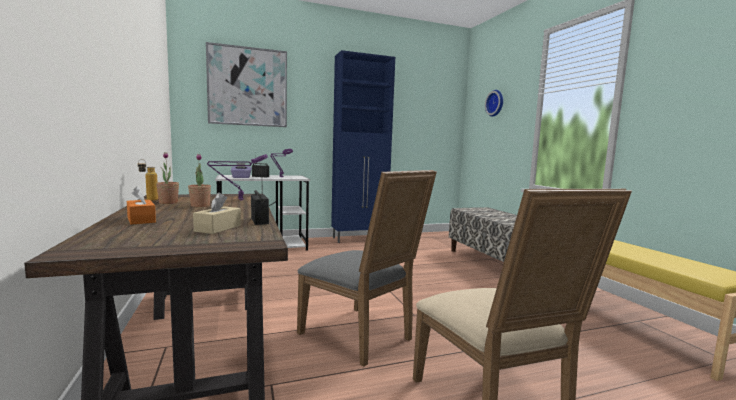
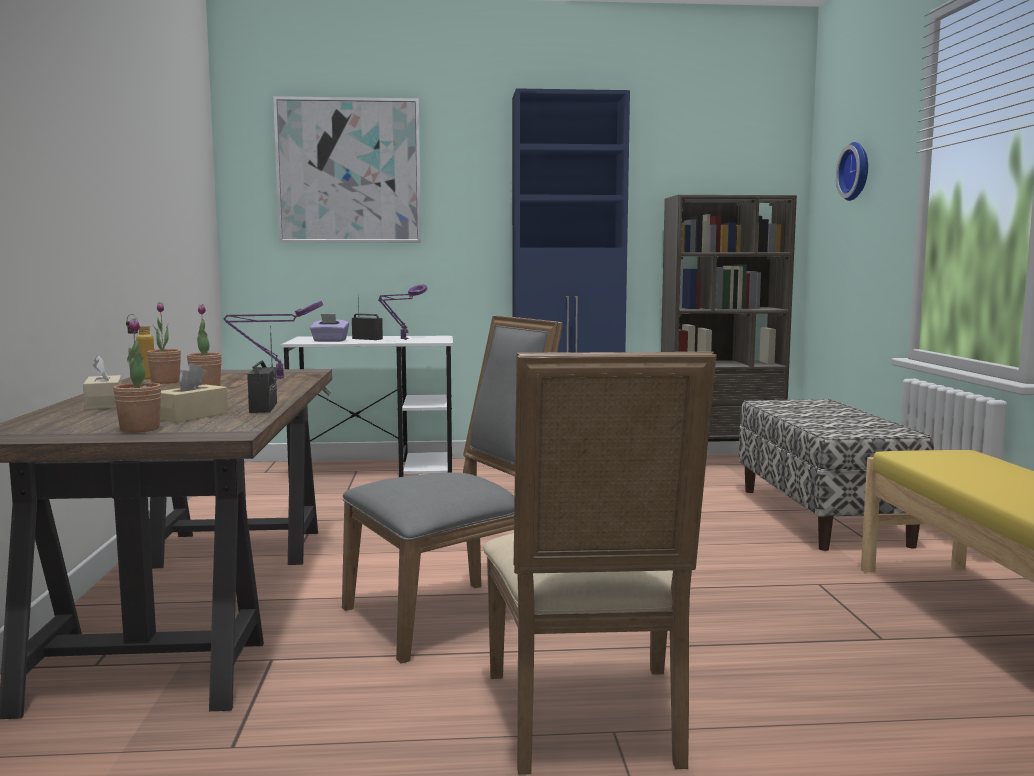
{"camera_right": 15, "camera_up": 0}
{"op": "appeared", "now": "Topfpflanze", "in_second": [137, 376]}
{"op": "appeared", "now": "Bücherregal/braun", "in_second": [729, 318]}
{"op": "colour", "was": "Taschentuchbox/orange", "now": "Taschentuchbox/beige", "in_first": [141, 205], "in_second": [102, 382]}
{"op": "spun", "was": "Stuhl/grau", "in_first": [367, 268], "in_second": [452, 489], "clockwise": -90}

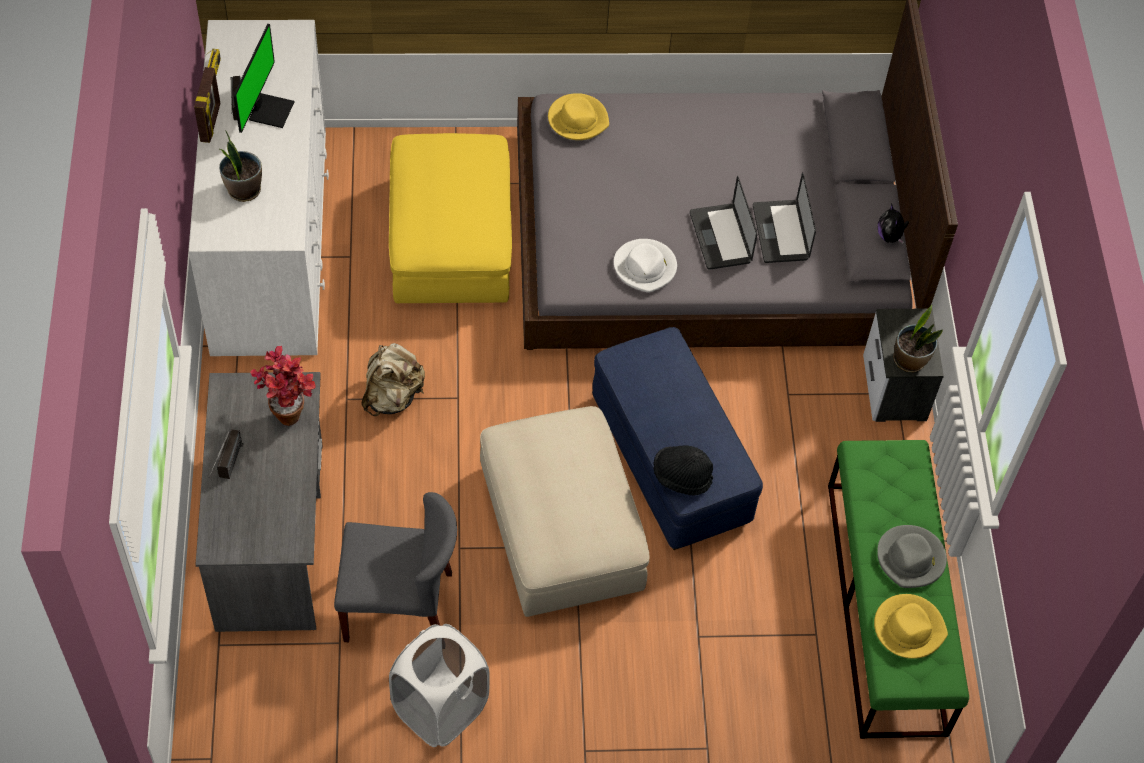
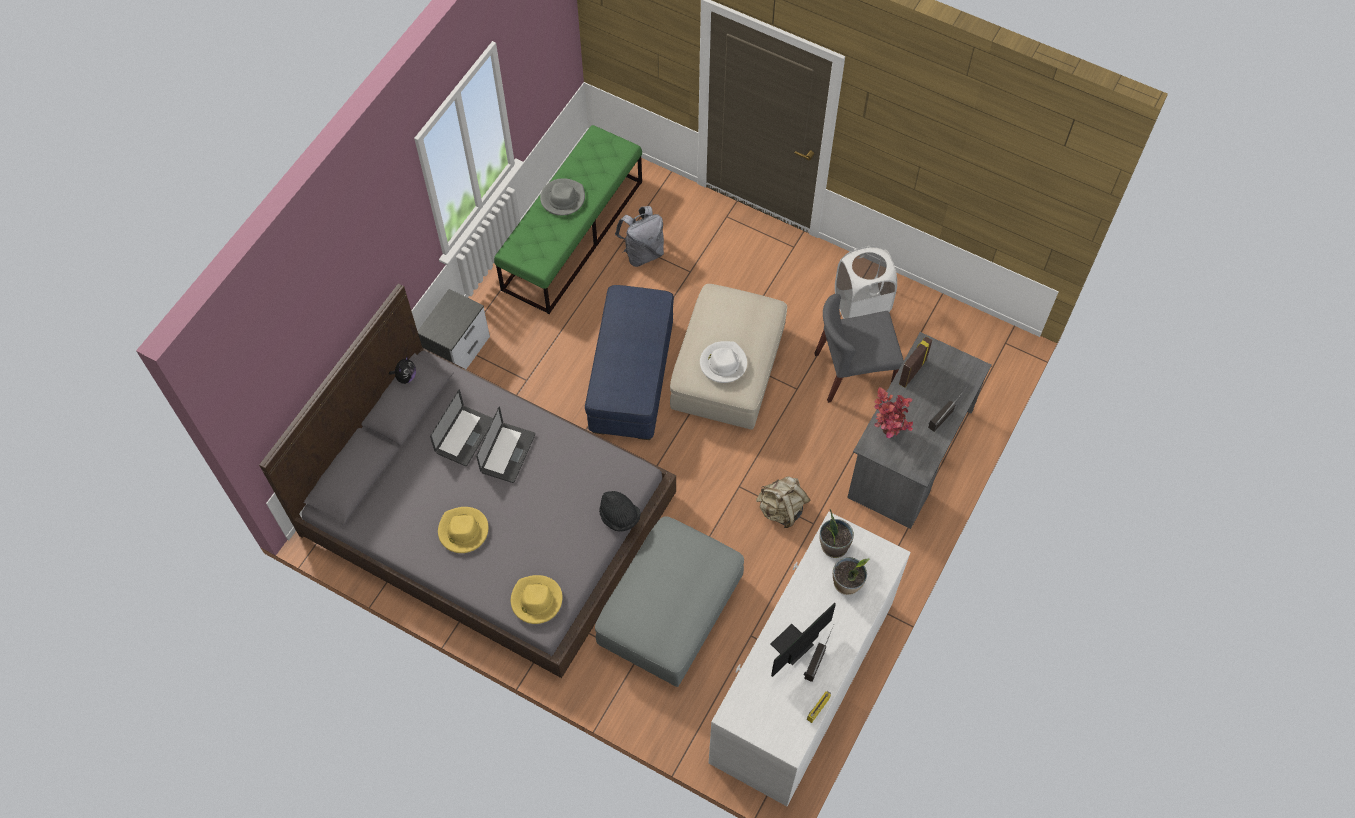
{"camera_right": -145, "camera_up": 5}
{"op": "appeared", "now": "Rucksack/grau", "in_second": [639, 236]}
{"op": "relocated", "was": "Bilderrahmen", "in_first": [207, 105], "in_second": [915, 362]}
{"op": "relocated", "was": "Hut/weiß", "in_first": [645, 266], "in_second": [723, 362]}
{"op": "relocated", "was": "Hut/schwarz", "in_first": [683, 470], "in_second": [619, 511]}
{"op": "relocated", "was": "Hut/gelb", "in_first": [911, 626], "in_second": [463, 530]}
{"op": "relocated", "was": "Topfpflanze", "in_first": [918, 338], "in_second": [836, 533]}
{"op": "colour", "was": "Polsterhocker/gelb", "now": "Polsterhocker/grau", "in_first": [450, 218], "in_second": [669, 601]}
{"op": "spun", "was": "Stuhl/grau", "in_first": [395, 567], "in_second": [859, 348], "clockwise": -45}

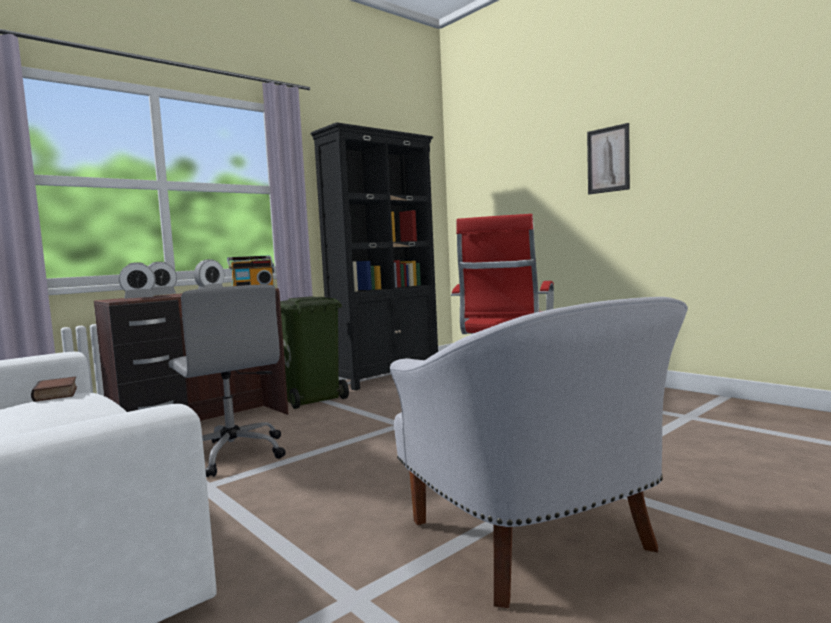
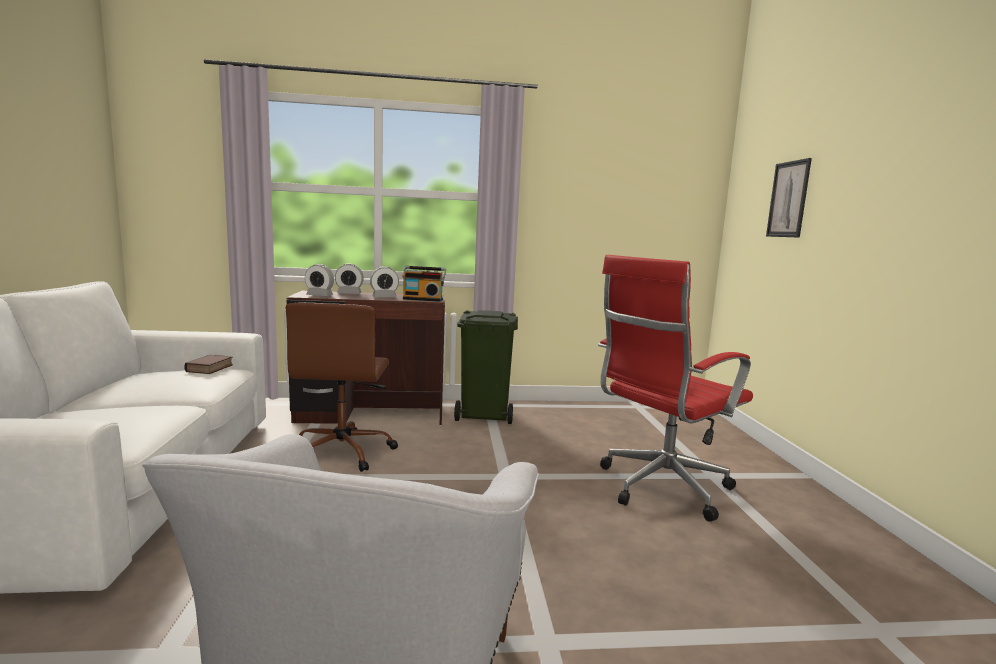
{"camera_right": 35, "camera_up": 5}
{"op": "missing", "was": "Bücherregal/schwarz", "in_first": [374, 256]}
{"op": "relocated", "was": "Bild", "in_first": [608, 158], "in_second": [789, 198]}
{"op": "colour", "was": "Bürostuhl/grau", "now": "Bürostuhl/braun", "in_first": [227, 380], "in_second": [342, 387]}

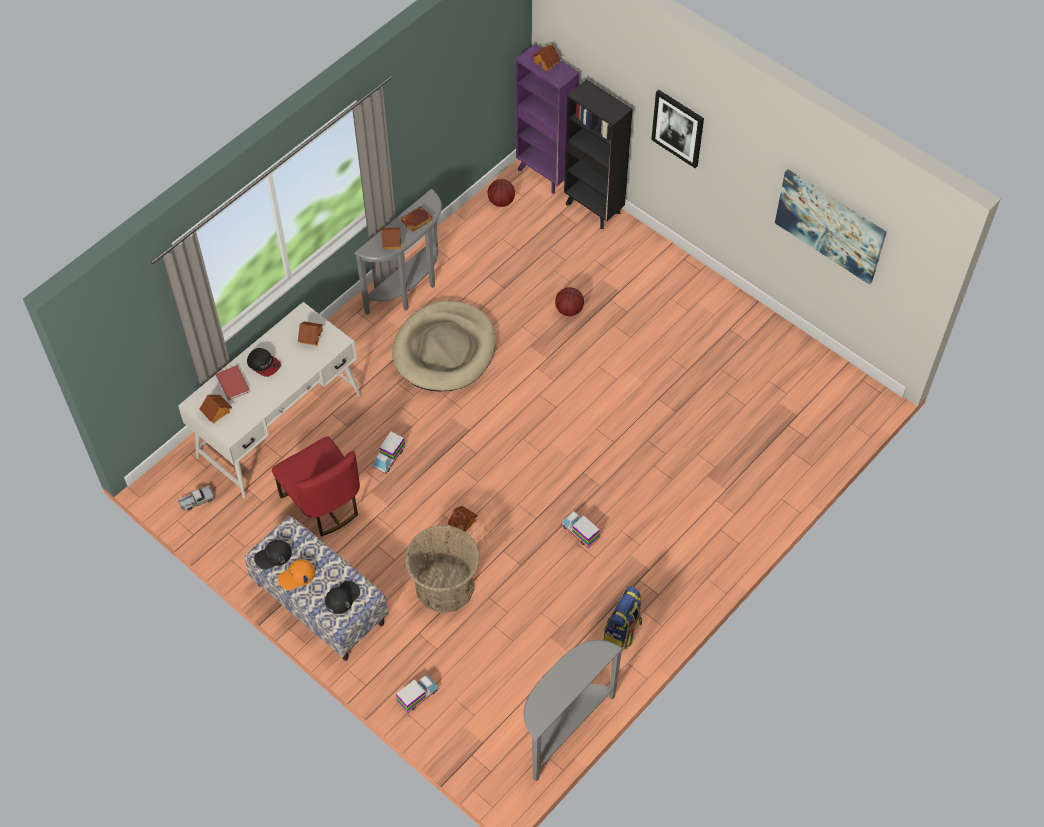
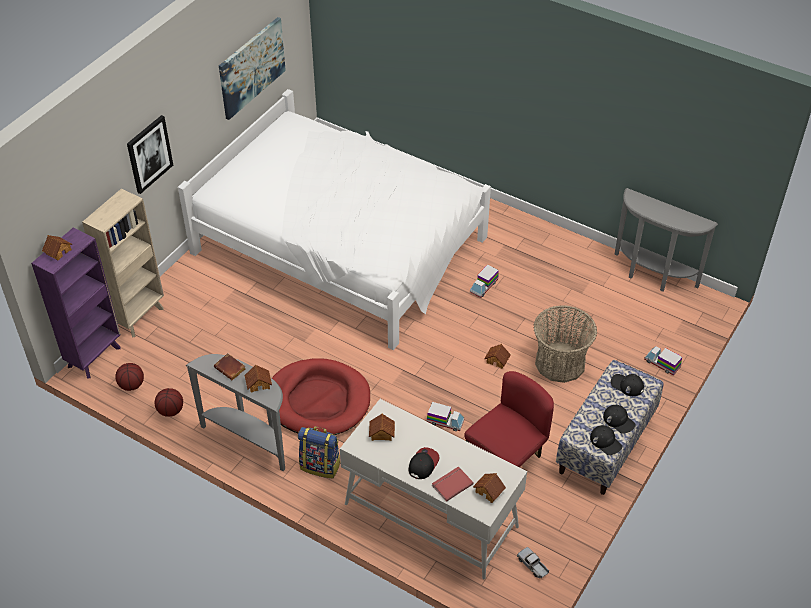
{"camera_right": -100, "camera_up": -10}
{"op": "appeared", "now": "Bett/weiß", "in_second": [334, 219]}
{"op": "relocated", "was": "Basketball", "in_first": [569, 301], "in_second": [169, 402]}
{"op": "relocated", "was": "Rucksack", "in_first": [623, 618], "in_second": [319, 452]}
{"op": "colour", "was": "Kappe/orange", "now": "Kappe/schwarz", "in_first": [296, 575], "in_second": [619, 419]}
{"op": "colour", "was": "Hundebett/beige", "now": "Hundebett/rot", "in_first": [444, 346], "in_second": [321, 396]}
{"op": "colour", "was": "Bücherregal/schwarz", "now": "Bücherregal/beige", "in_first": [598, 154], "in_second": [123, 263]}

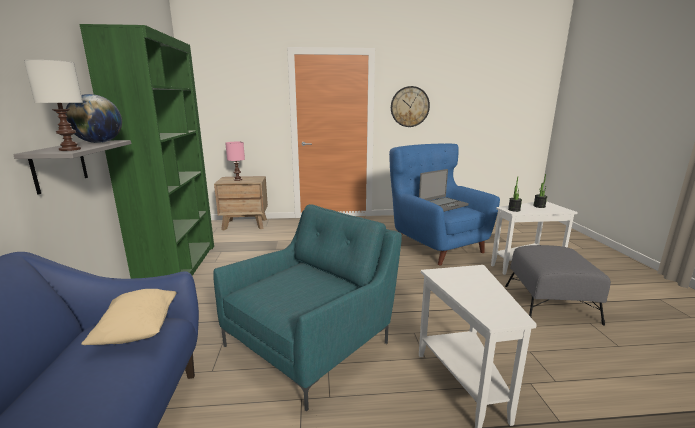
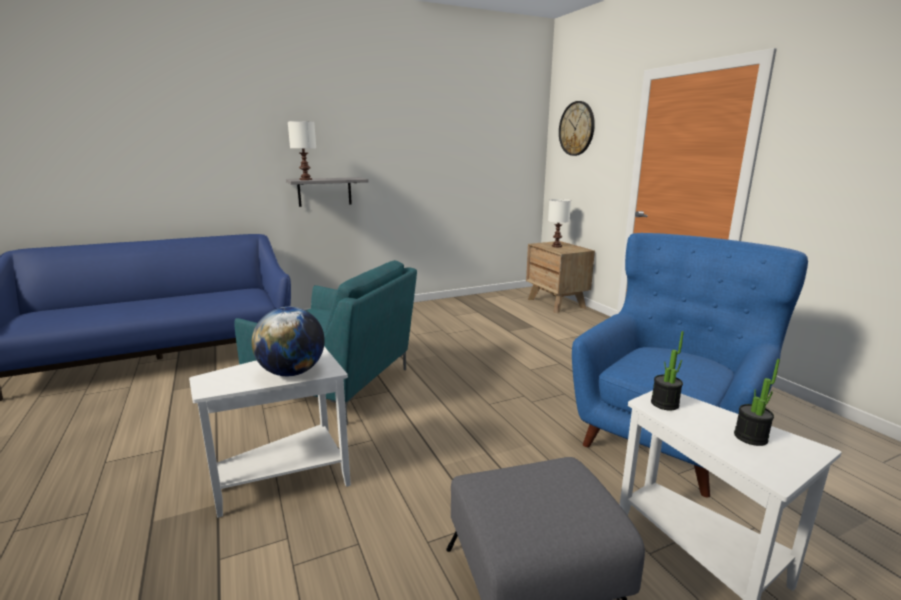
{"camera_right": 70, "camera_up": 0}
{"op": "missing", "was": "Bücherregal/grün", "in_first": [146, 151]}
{"op": "missing", "was": "Kissen/beige", "in_first": [129, 317]}
{"op": "missing", "was": "Laptop", "in_first": [444, 190]}
{"op": "relocated", "was": "Globus", "in_first": [94, 118], "in_second": [288, 341]}
{"op": "relocated", "was": "Wanduhr", "in_first": [410, 106], "in_second": [577, 128]}
{"op": "colour", "was": "Tischlampe/rosa", "now": "Tischlampe/weiß", "in_first": [235, 161], "in_second": [559, 223]}

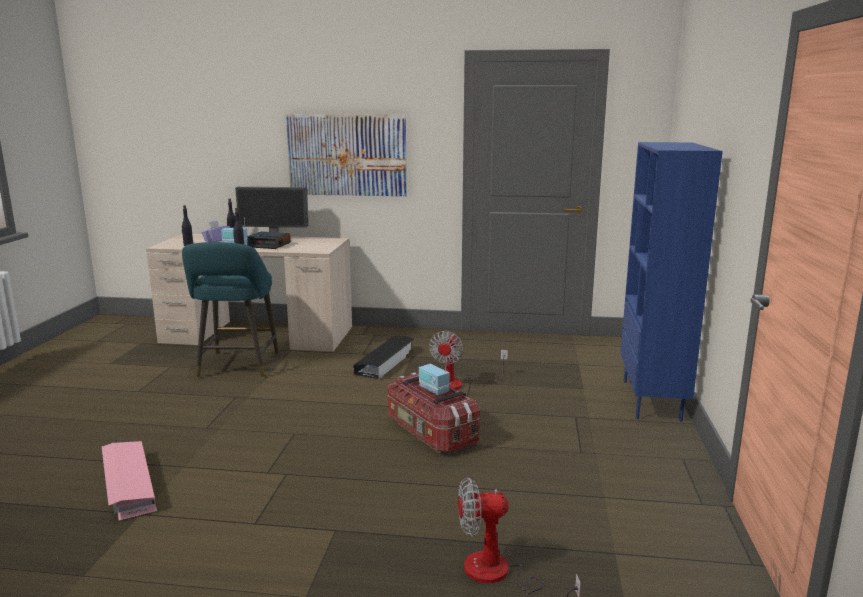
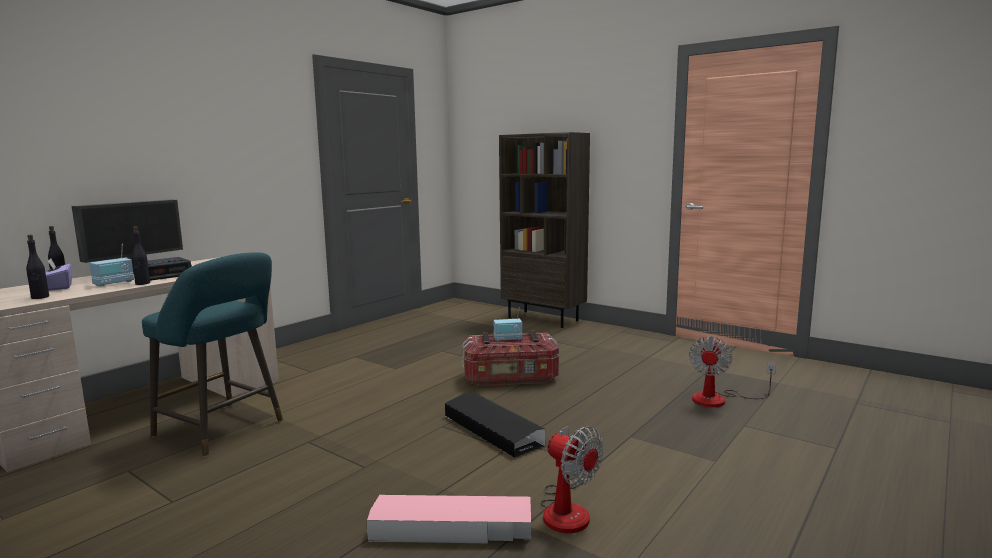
{"camera_right": -60, "camera_up": -5}
{"op": "missing", "was": "Bild", "in_first": [346, 155]}
{"op": "relocated", "was": "Aufbewahrungsbox/schwarz", "in_first": [383, 358], "in_second": [495, 425]}
{"op": "relocated", "was": "Ventilator", "in_first": [468, 360], "in_second": [572, 479]}
{"op": "colour", "was": "Bücherregal/blau", "now": "Bücherregal/braun", "in_first": [672, 282], "in_second": [544, 230]}

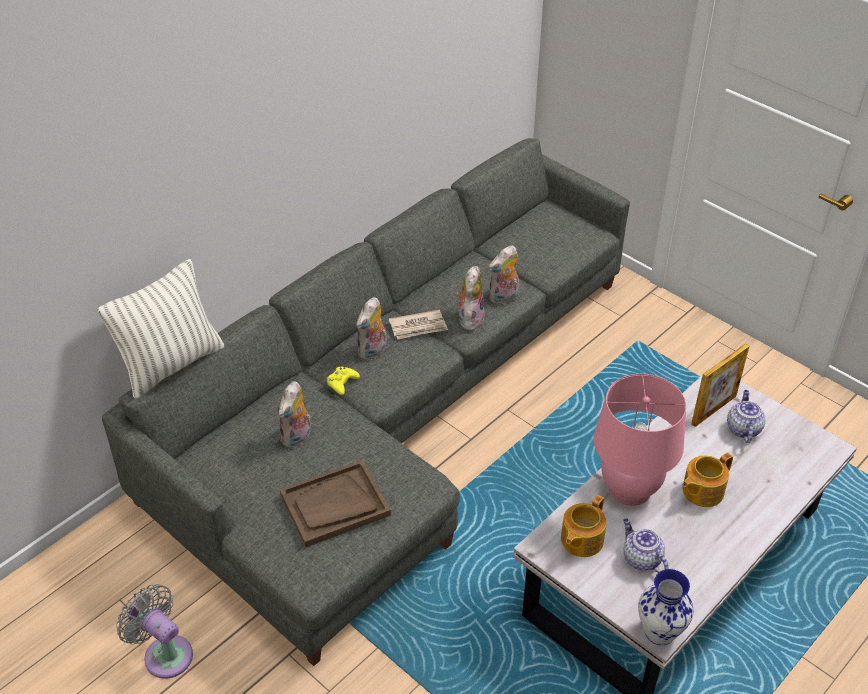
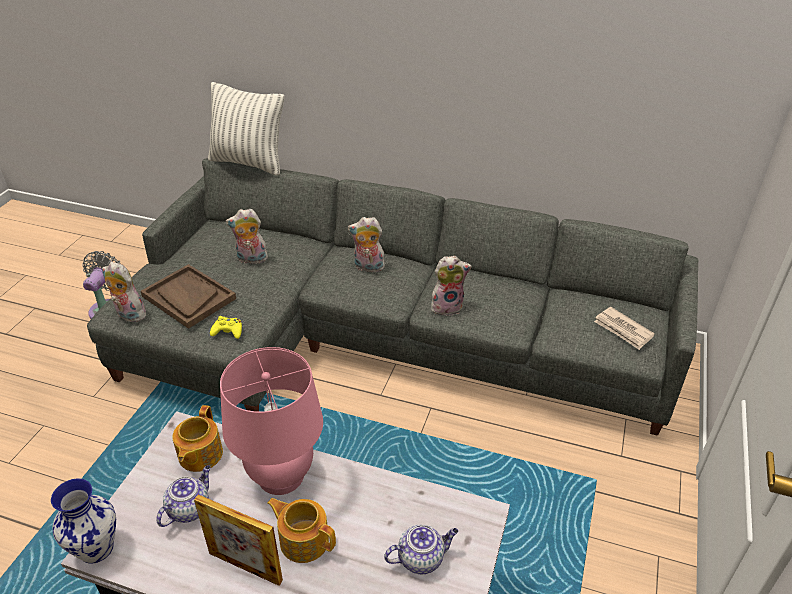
{"camera_right": 65, "camera_up": -5}
{"op": "relocated", "was": "Gamepad/gelb", "in_first": [343, 380], "in_second": [226, 327]}
{"op": "relocated", "was": "Zeitung", "in_first": [418, 324], "in_second": [624, 328]}
{"op": "relocated", "was": "Plüschtier", "in_first": [503, 275], "in_second": [124, 292]}
{"op": "relocated", "was": "Bilderrahmen", "in_first": [720, 385], "in_second": [238, 540]}
{"op": "spun", "was": "Teekanne", "in_first": [584, 526], "in_second": [197, 438], "clockwise": -90}

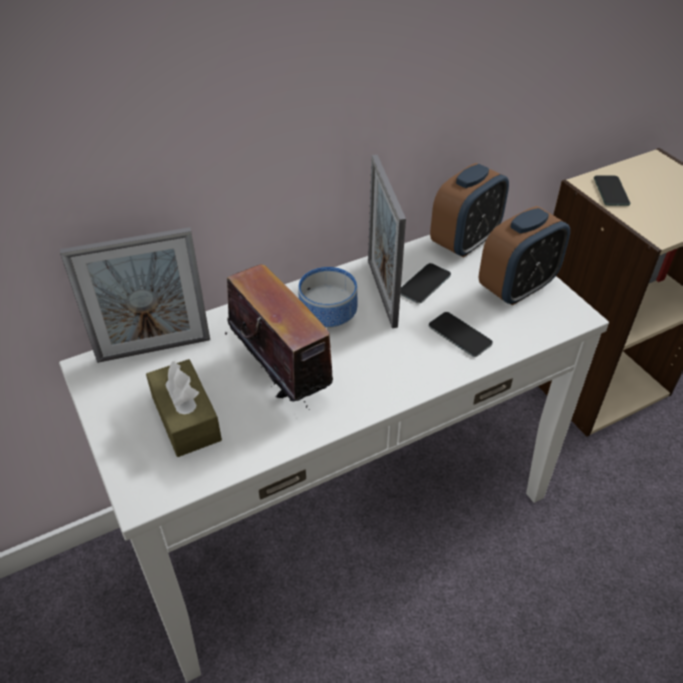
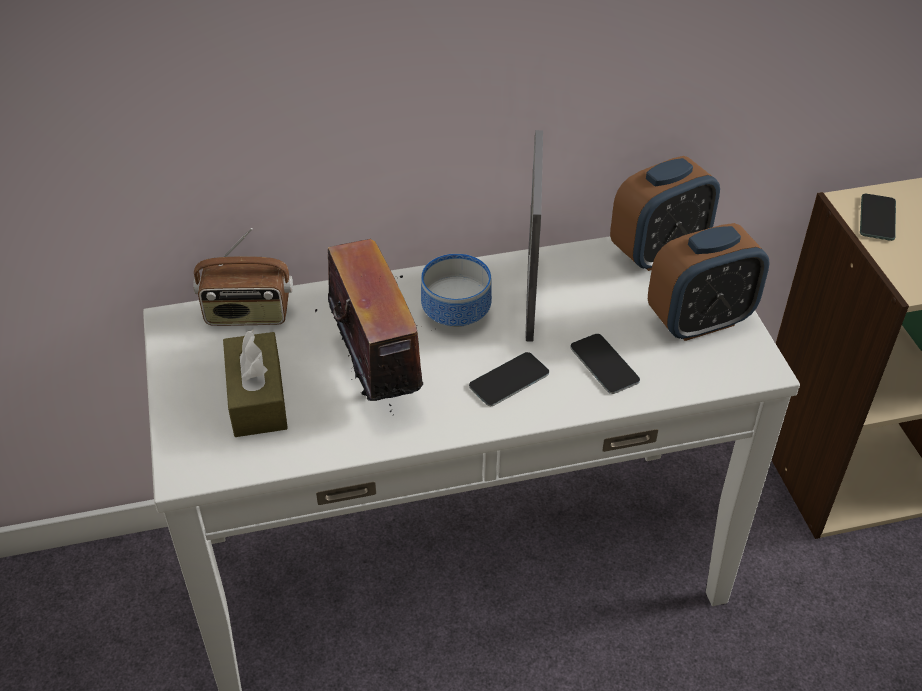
{"camera_right": 15, "camera_up": 0}
{"op": "relocated", "was": "Handy", "in_first": [425, 283], "in_second": [509, 379]}
{"op": "exchanged", "was": "Bilderrahmen", "now": "Radio", "in_first": [135, 295], "in_second": [243, 277]}

